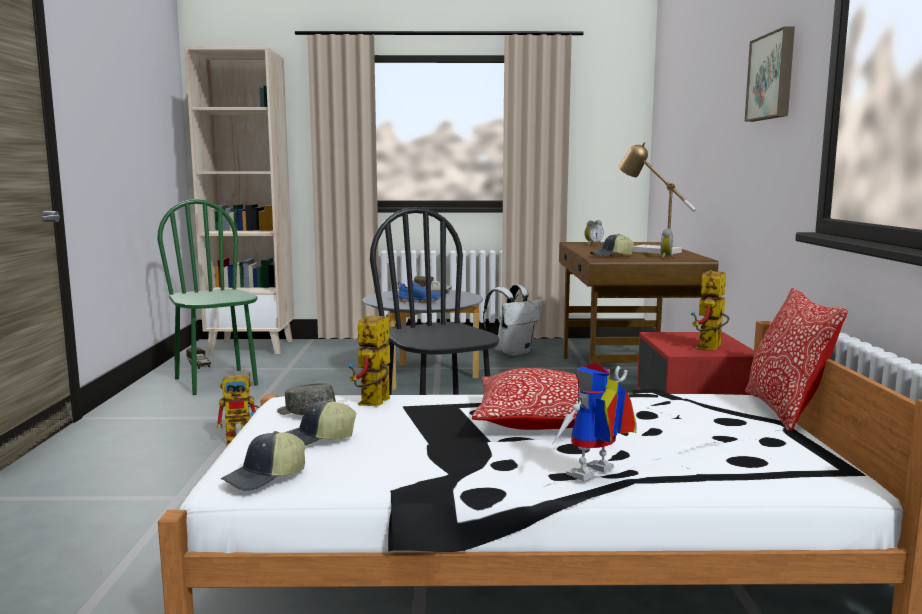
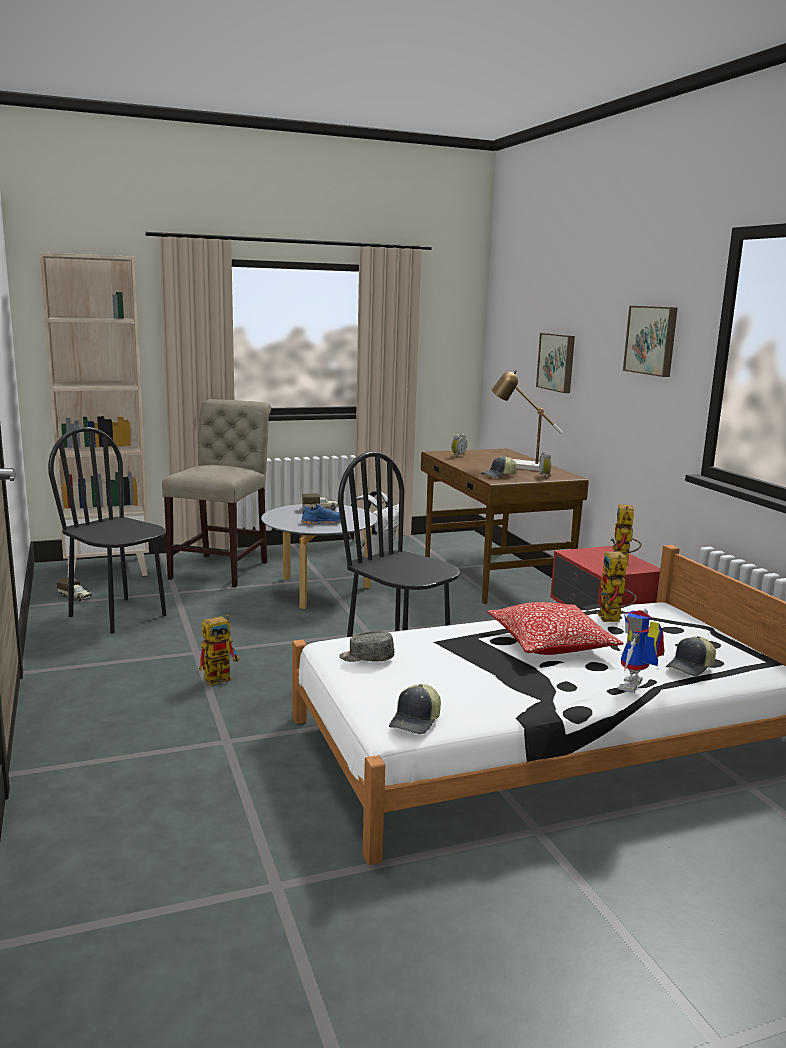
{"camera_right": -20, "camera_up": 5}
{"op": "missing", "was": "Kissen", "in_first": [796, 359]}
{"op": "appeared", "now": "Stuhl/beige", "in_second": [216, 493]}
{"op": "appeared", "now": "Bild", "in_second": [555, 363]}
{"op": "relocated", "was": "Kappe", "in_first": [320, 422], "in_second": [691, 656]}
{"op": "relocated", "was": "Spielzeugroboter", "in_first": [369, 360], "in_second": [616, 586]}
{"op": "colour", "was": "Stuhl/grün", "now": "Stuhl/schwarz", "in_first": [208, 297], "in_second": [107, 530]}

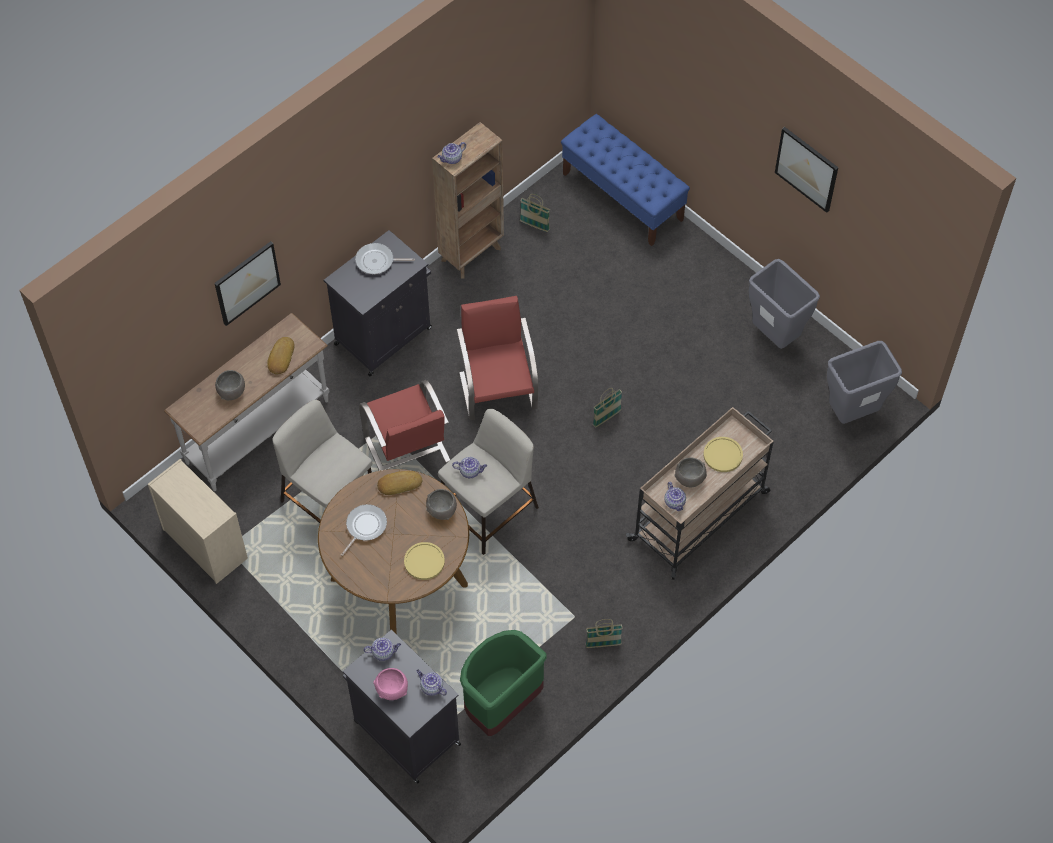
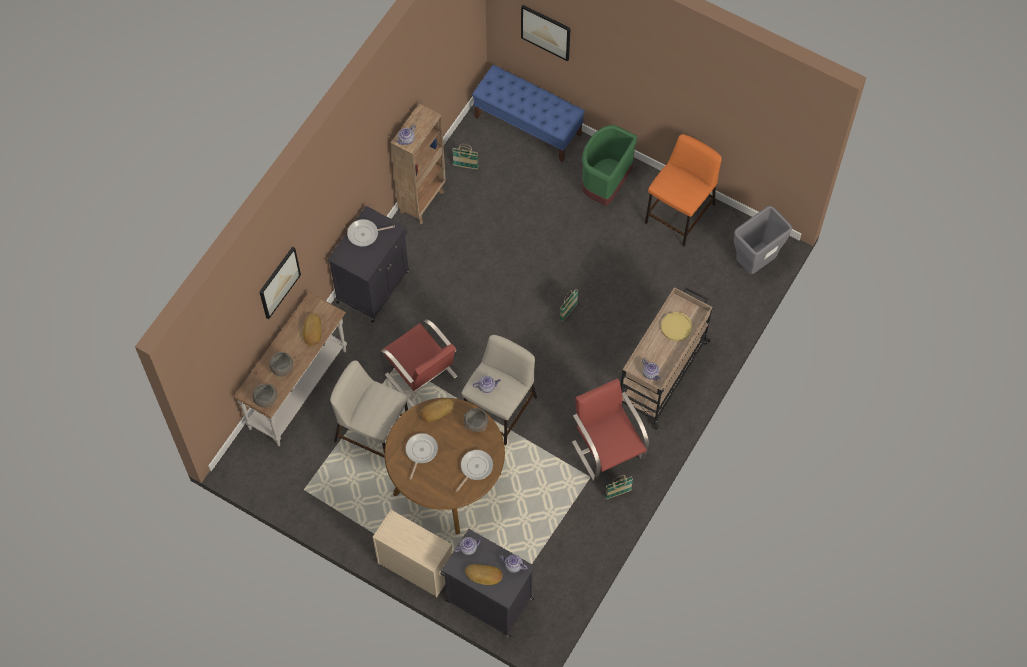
{"camera_right": -15, "camera_up": 5}
{"op": "relocated", "was": "Kommode/beige", "in_first": [198, 521], "in_second": [413, 553]}
{"op": "relocated", "was": "Stuhl/rot", "in_first": [497, 358], "in_second": [610, 430]}
{"op": "relocated", "was": "Mülleimer/grün", "in_first": [503, 683], "in_second": [609, 165]}
{"op": "relocated", "was": "Schüssel/grau", "in_first": [690, 472], "in_second": [265, 396]}
{"op": "relocated", "was": "Bild", "in_first": [806, 170], "in_second": [546, 33]}
{"op": "exchanged", "was": "Schüssel/rosa", "now": "Brot", "in_first": [390, 684], "in_second": [484, 574]}
{"op": "exchanged", "was": "Teller/gelb", "now": "Pfanne", "in_first": [424, 561], "in_second": [474, 471]}
{"op": "exchanged", "was": "Mülleimer/grau", "now": "Hocker/orange", "in_first": [784, 304], "in_second": [683, 190]}

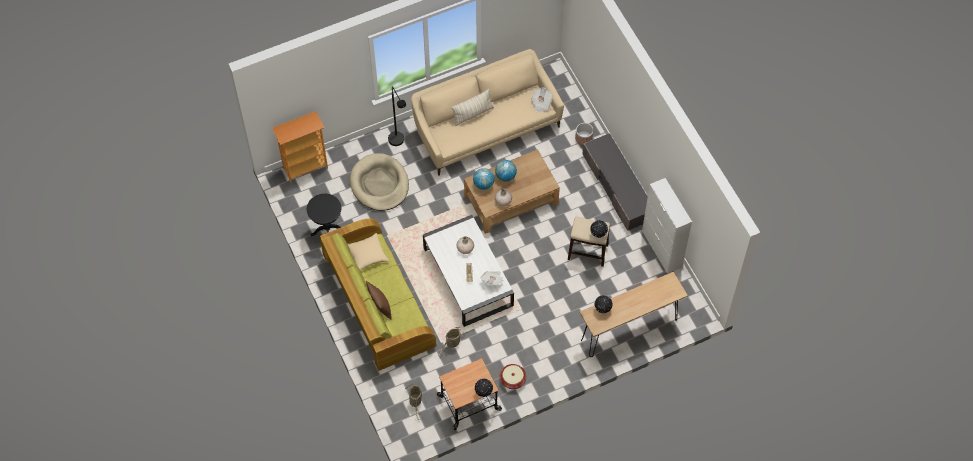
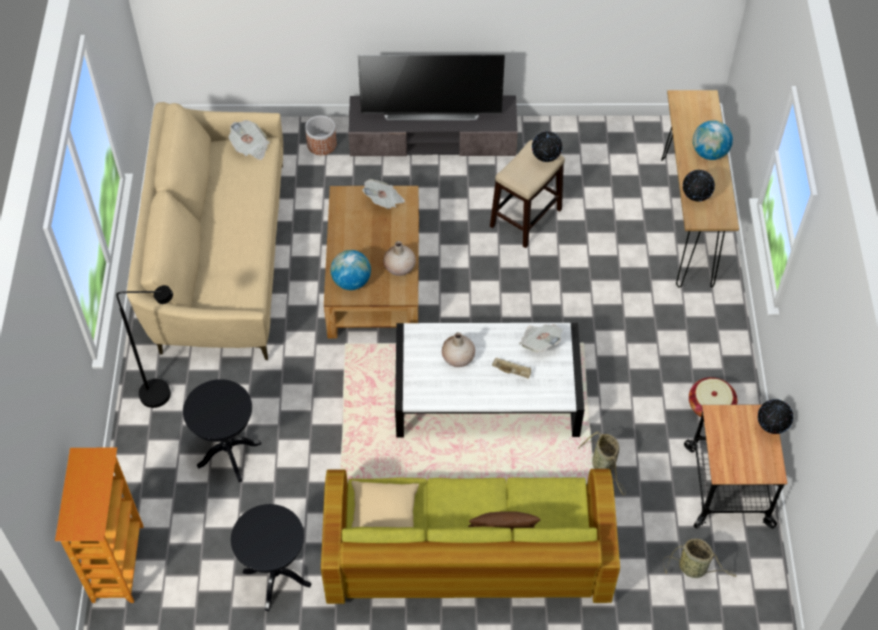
{"camera_right": -65, "camera_up": -5}
{"op": "missing", "was": "Kissen", "in_first": [472, 107]}
{"op": "missing", "was": "Schrank/weiß", "in_first": [667, 226]}
{"op": "appeared", "now": "Fernseher", "in_second": [431, 87]}
{"op": "appeared", "now": "Zeitung", "in_second": [383, 194]}
{"op": "relocated", "was": "Globus", "in_first": [506, 170], "in_second": [713, 140]}
{"op": "exchanged", "was": "Hundebett/beige", "now": "Beistelltisch/schwarz", "in_first": [379, 182], "in_second": [222, 430]}

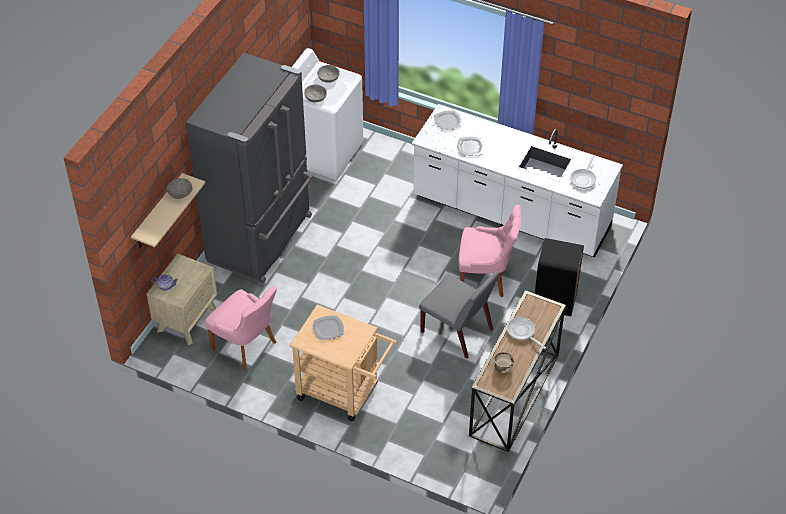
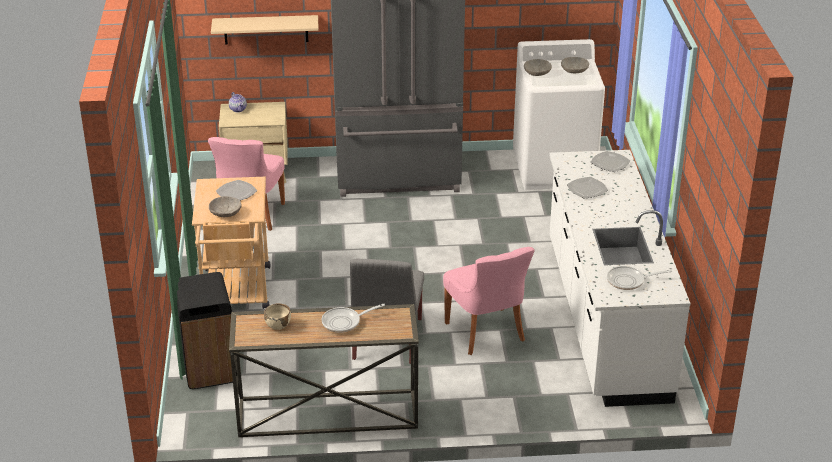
{"camera_right": 60, "camera_up": -15}
{"op": "relocated", "was": "Schüssel/grau", "in_first": [180, 188], "in_second": [225, 206]}
{"op": "relocated", "was": "Mülleimer/schwarz", "in_first": [559, 277], "in_second": [205, 330]}
{"op": "spun", "was": "Pfanne", "in_first": [526, 333], "in_second": [353, 318], "clockwise": -135}

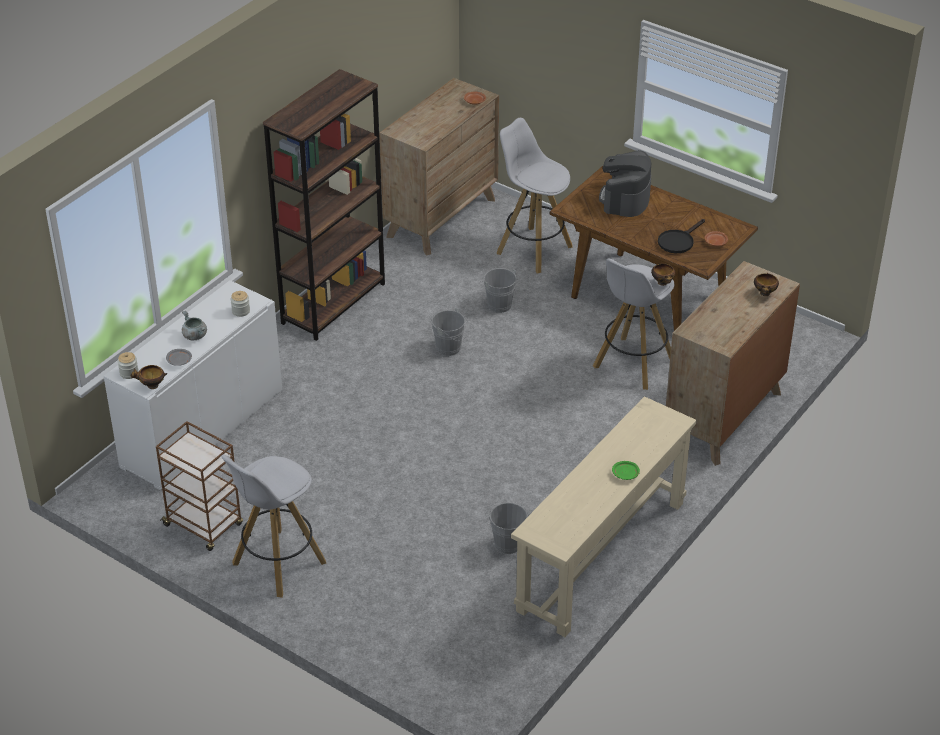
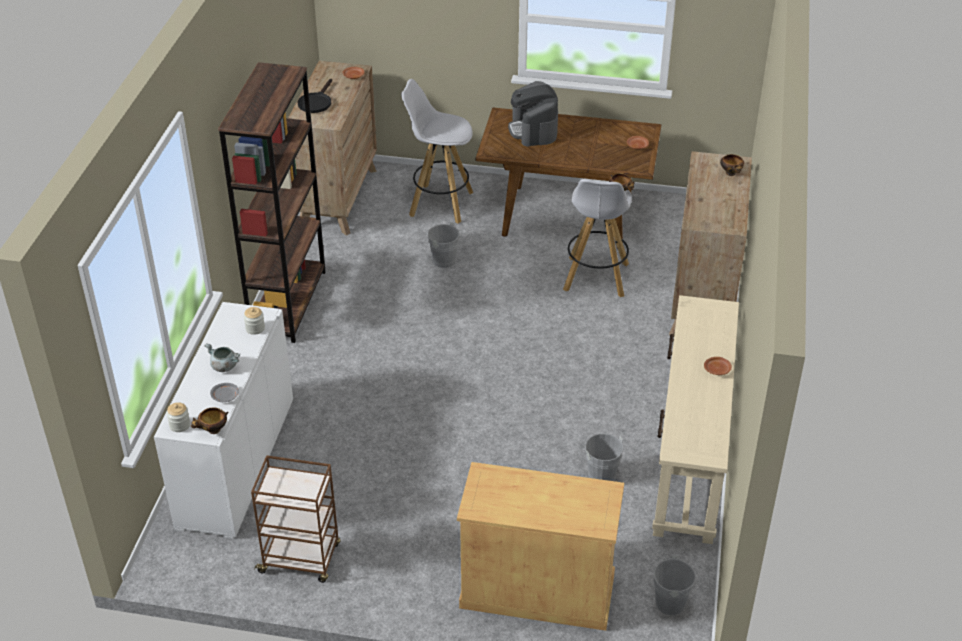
{"camera_right": -25, "camera_up": 0}
{"op": "missing", "was": "Hocker/weiß", "in_first": [273, 526]}
{"op": "appeared", "now": "Schrank/beige", "in_second": [540, 546]}
{"op": "relocated", "was": "Eimer/grau", "in_first": [451, 332], "in_second": [677, 585]}
{"op": "relocated", "was": "Pfanne/schwarz", "in_first": [681, 236], "in_second": [314, 96]}
{"op": "colour", "was": "Teller/grün", "now": "Teller/braun", "in_first": [626, 470], "in_second": [718, 366]}

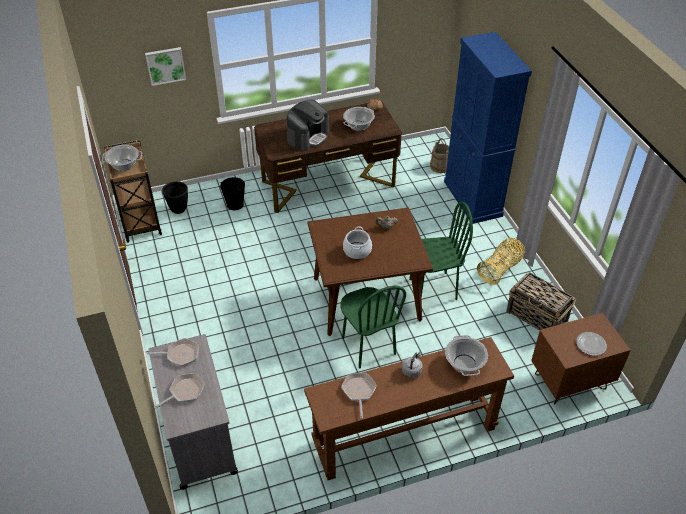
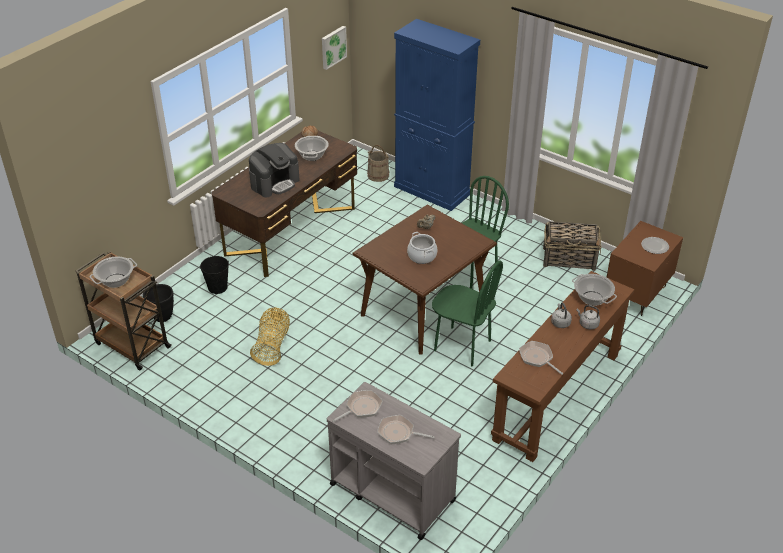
{"camera_right": -35, "camera_up": -5}
{"op": "appeared", "now": "Wasserkessel/grau", "in_second": [588, 317]}
{"op": "relocated", "was": "Bild", "in_first": [165, 66], "in_second": [334, 48]}
{"op": "relocated", "was": "Korb", "in_first": [501, 261], "in_second": [270, 337]}
{"op": "spun", "was": "Pfanne", "in_first": [179, 390], "in_second": [406, 430], "clockwise": -90}
{"op": "spun", "was": "Kaffeemaschine", "in_first": [308, 125], "in_second": [274, 170], "clockwise": 45}

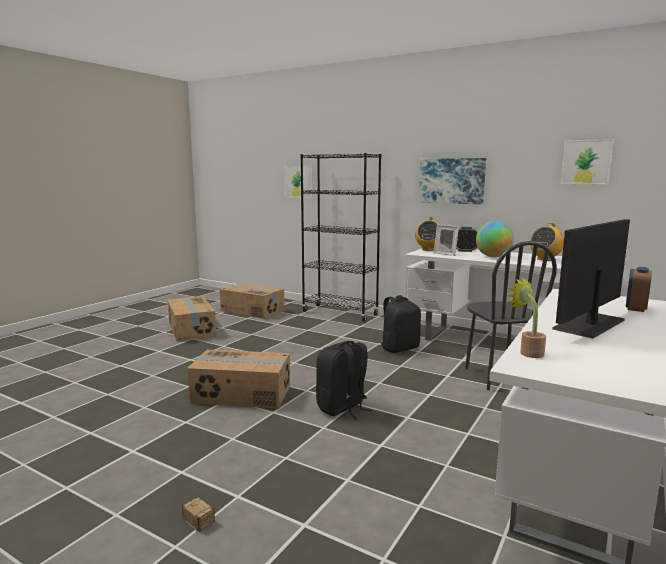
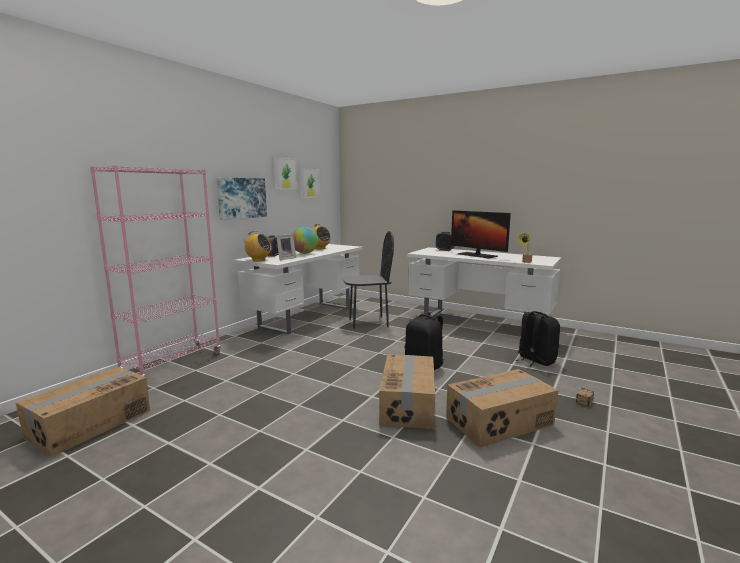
{"camera_right": -90, "camera_up": 0}
{"op": "relocated", "was": "Karton", "in_first": [192, 319], "in_second": [502, 408]}
{"op": "relocated", "was": "Bild", "in_first": [298, 181], "in_second": [285, 173]}
{"op": "relocated", "was": "Rucksack/schwarz", "in_first": [400, 324], "in_second": [538, 338]}
{"op": "colour", "was": "Bücherregal/schwarz", "now": "Bücherregal/rosa", "in_first": [340, 237], "in_second": [155, 271]}

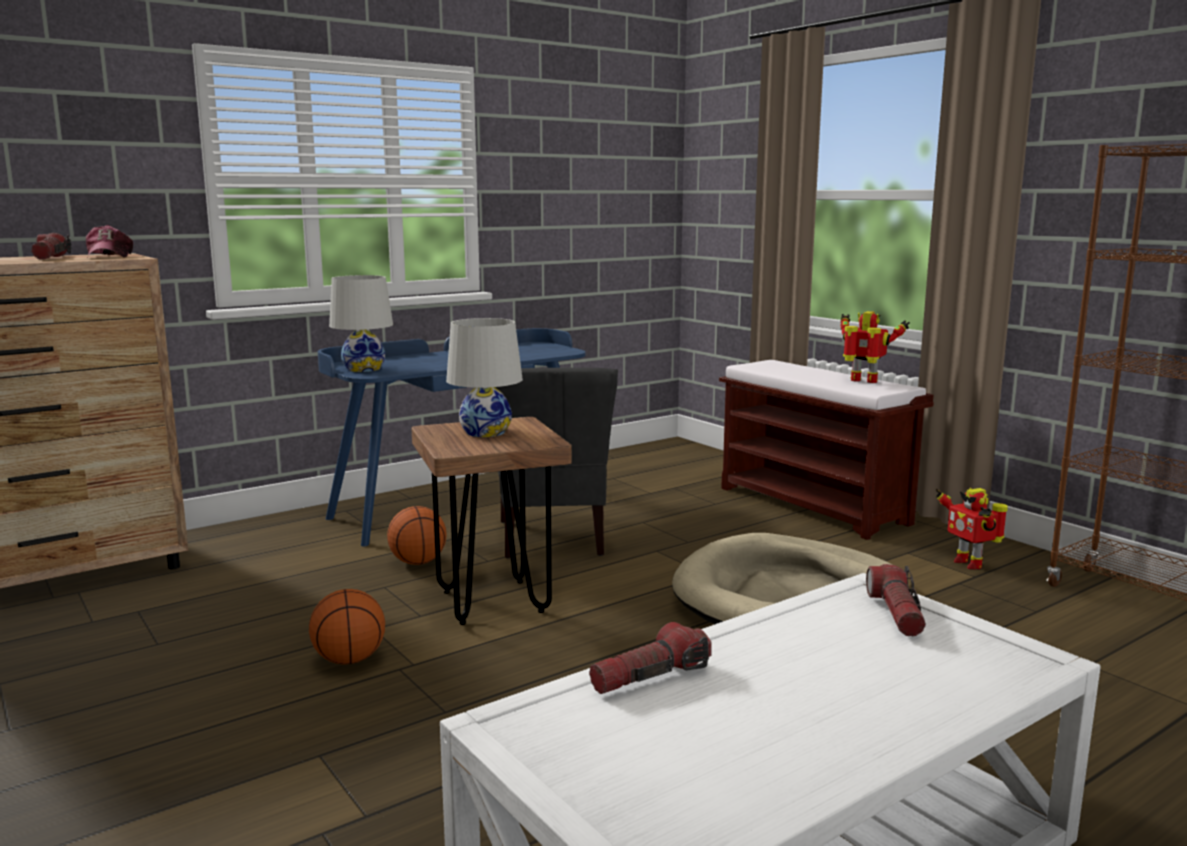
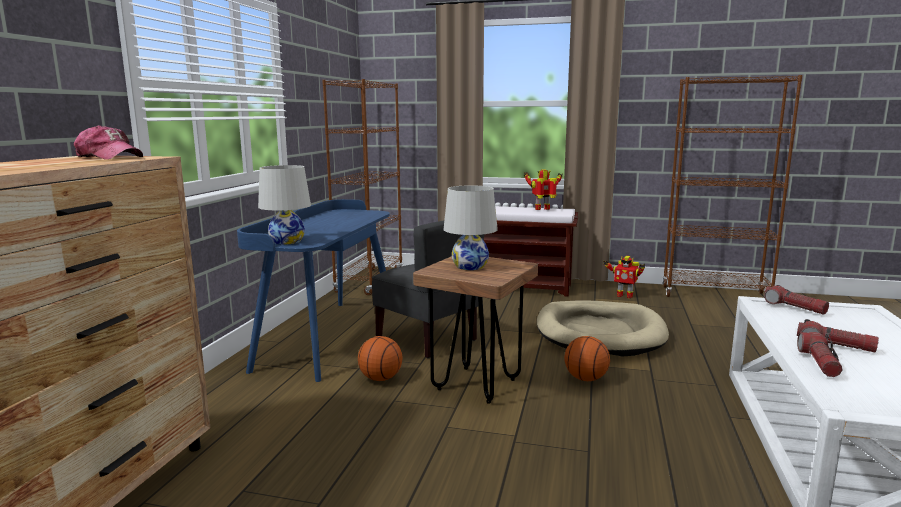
{"camera_right": -40, "camera_up": 0}
{"op": "appeared", "now": "Bücherregal/braun", "in_second": [362, 187]}
{"op": "relocated", "was": "Taschenlampe", "in_first": [51, 246], "in_second": [838, 335]}
{"op": "relocated", "was": "Basketball", "in_first": [347, 627], "in_second": [587, 358]}

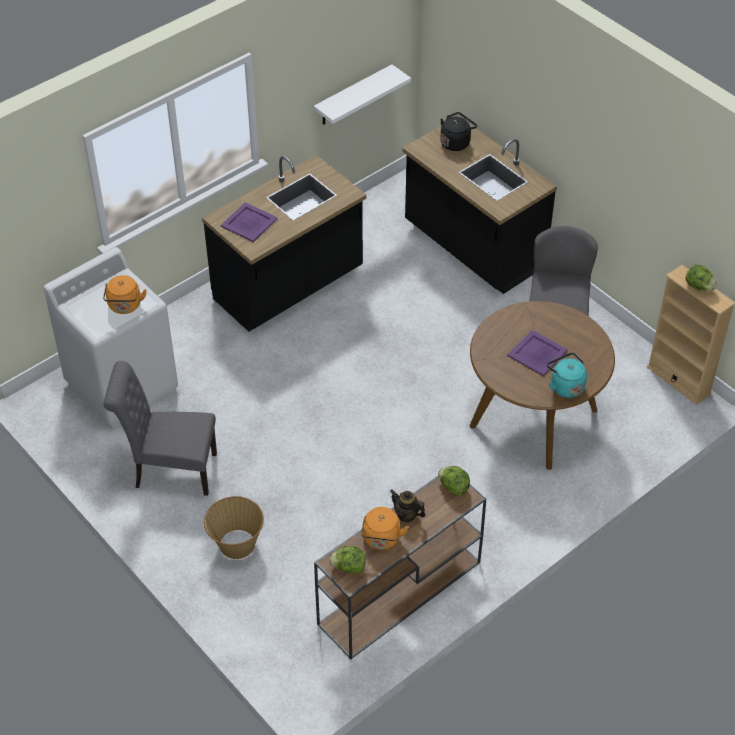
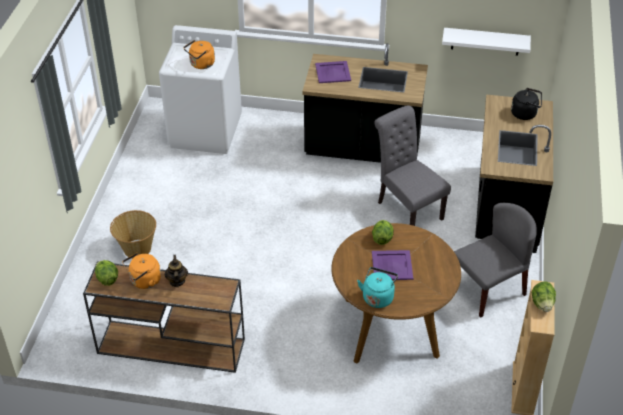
{"camera_right": 50, "camera_up": -5}
{"op": "relocated", "was": "Stuhl/grau", "in_first": [160, 428], "in_second": [412, 165]}
{"op": "relocated", "was": "Salatkopf", "in_first": [454, 481], "in_second": [383, 232]}

